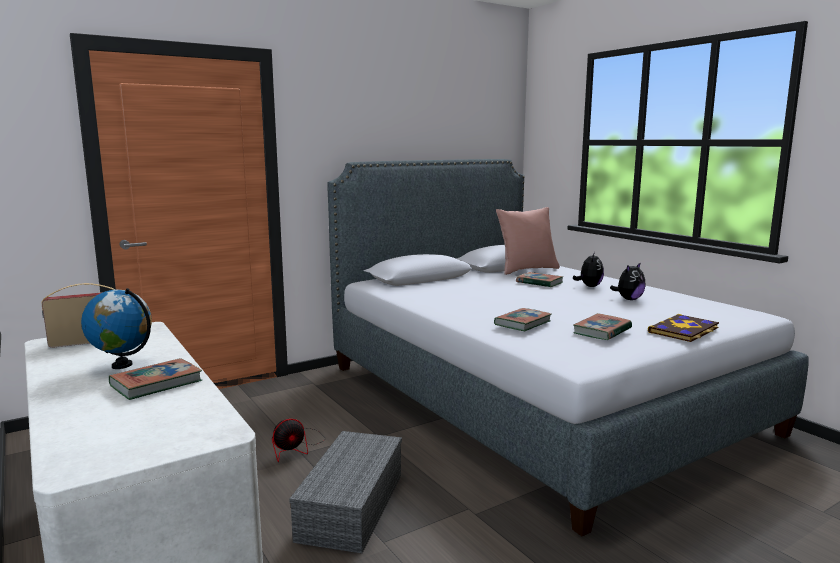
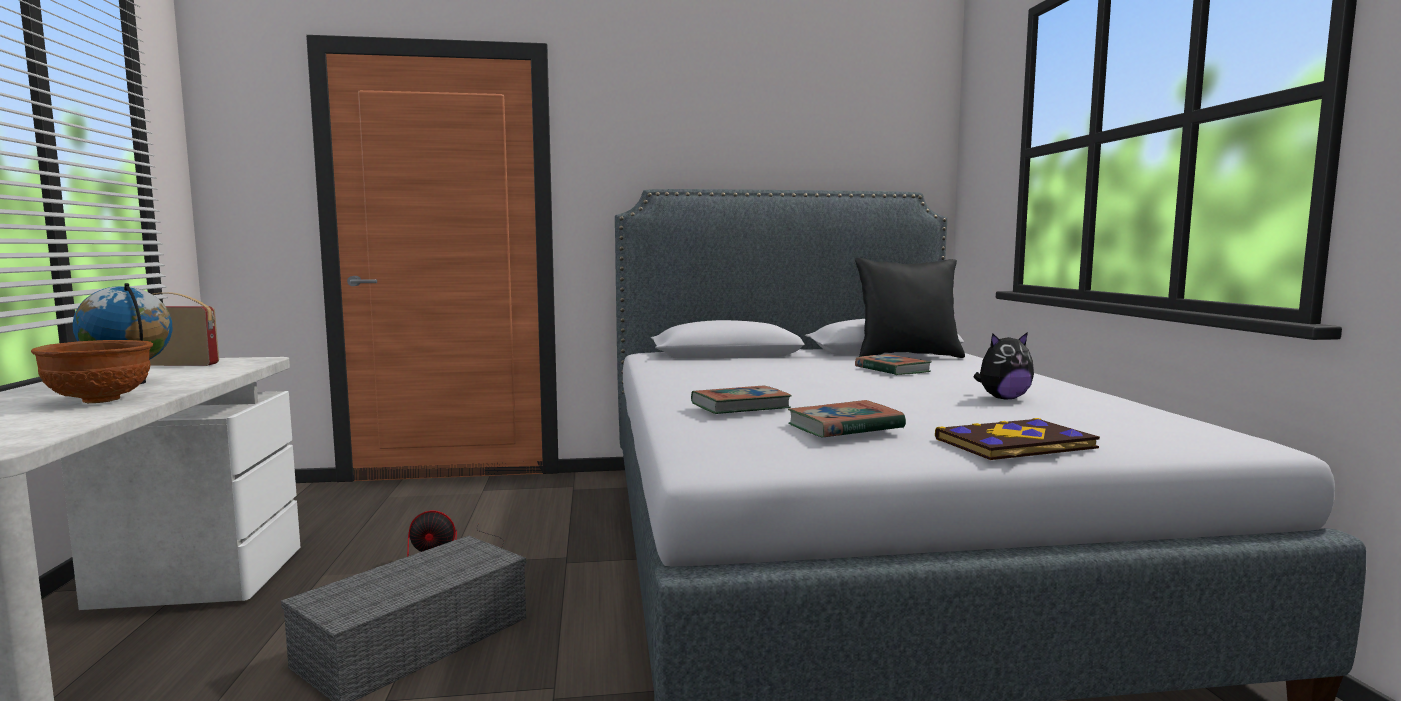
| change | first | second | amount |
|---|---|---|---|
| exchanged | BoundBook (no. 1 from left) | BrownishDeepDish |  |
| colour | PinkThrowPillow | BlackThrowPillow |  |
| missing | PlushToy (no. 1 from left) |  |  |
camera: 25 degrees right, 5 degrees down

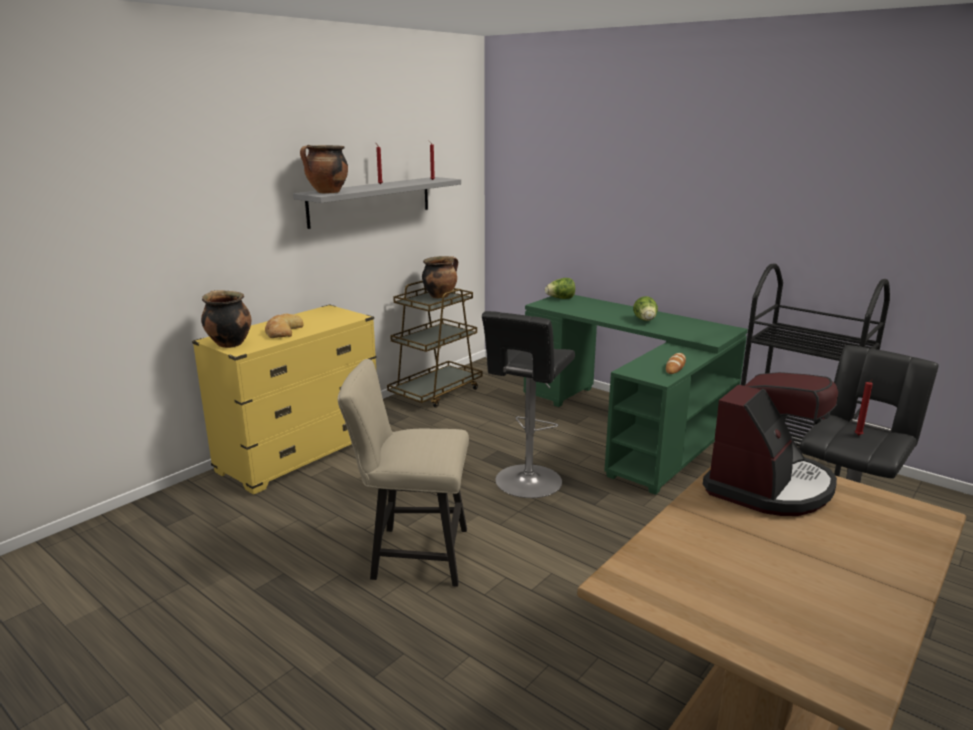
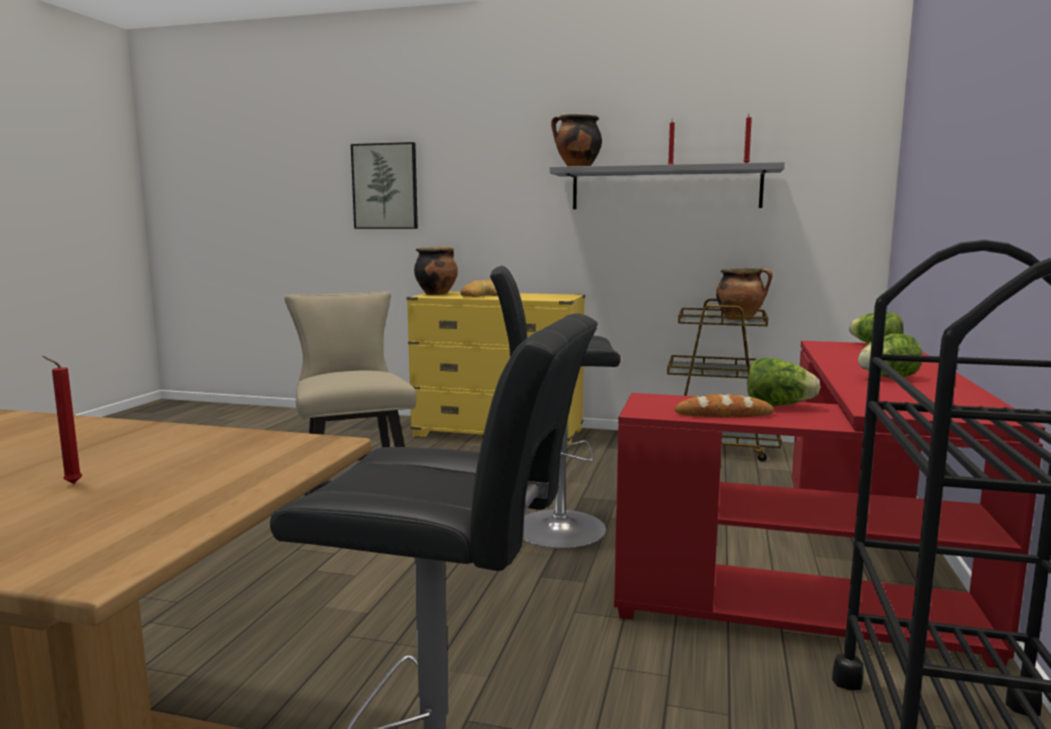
| change | first | second | amount |
|---|---|---|---|
| relocated | RedCandle (no. 3 from left in the first image) | RedCandle (no. 1 from left) |  |
| appeared |  | WallPicture |  |
| colour | GreenColouredDesk | RedDesk |  |
| appeared |  | Lettuce (no. 1 from left) |  |
| missing | CoffeeBrewer |  |  |
camera: 65 degrees right, 10 degrees down

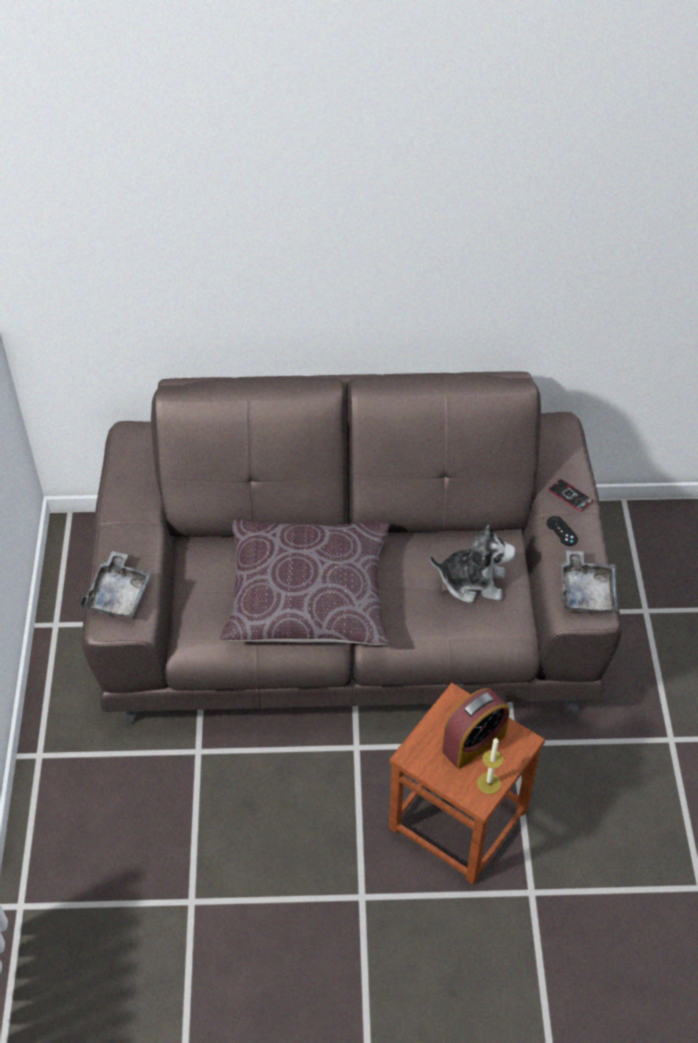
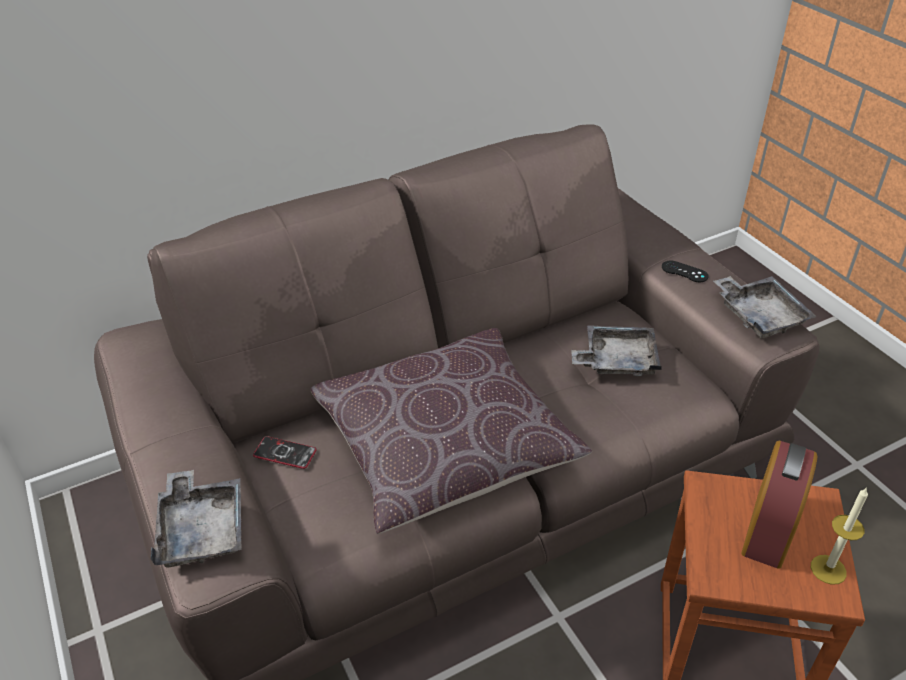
| change | first | second | amount |
|---|---|---|---|
| relocated | Phone |  |  |
| exchanged | PlushToy | GrayServingTray (no. 2 from left) |  |
camera: 25 degrees left, 10 degrees down

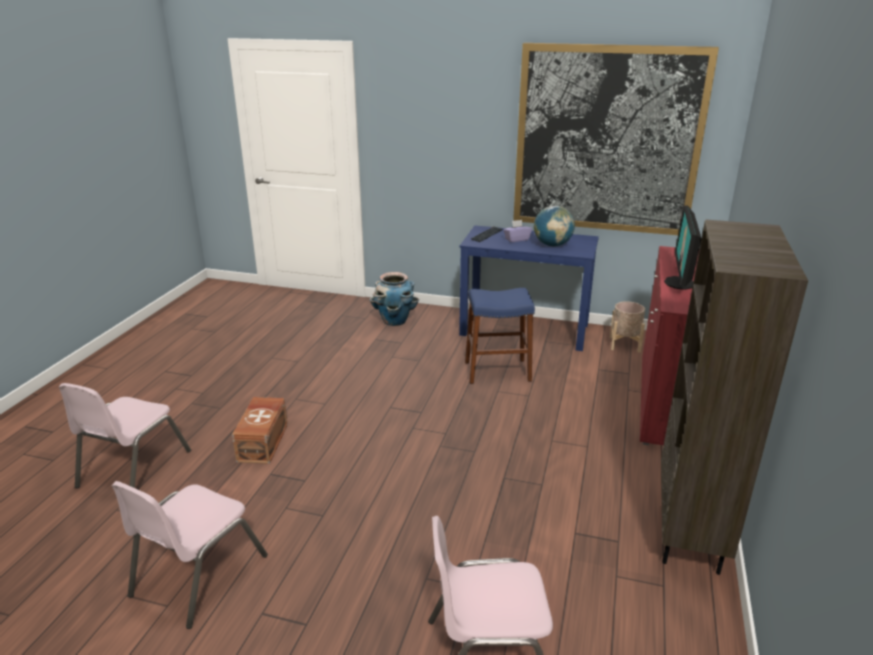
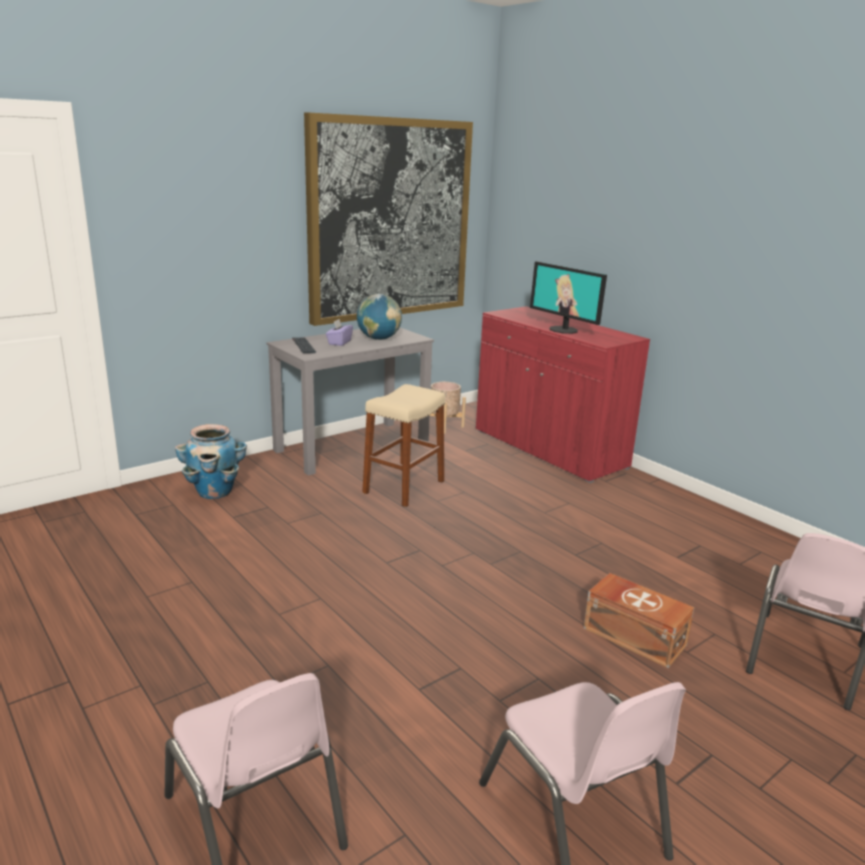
| change | first | second | amount |
|---|---|---|---|
| colour | BlueDesk | GrayDesk |  |
| colour | BlueStoolSeat | BeigeStoolSeat |  |
| relocated | BrownishStorageBox |  |  |
| missing | BrownishBookshelf |  |  |
camera: 55 degrees left, 5 degrees down

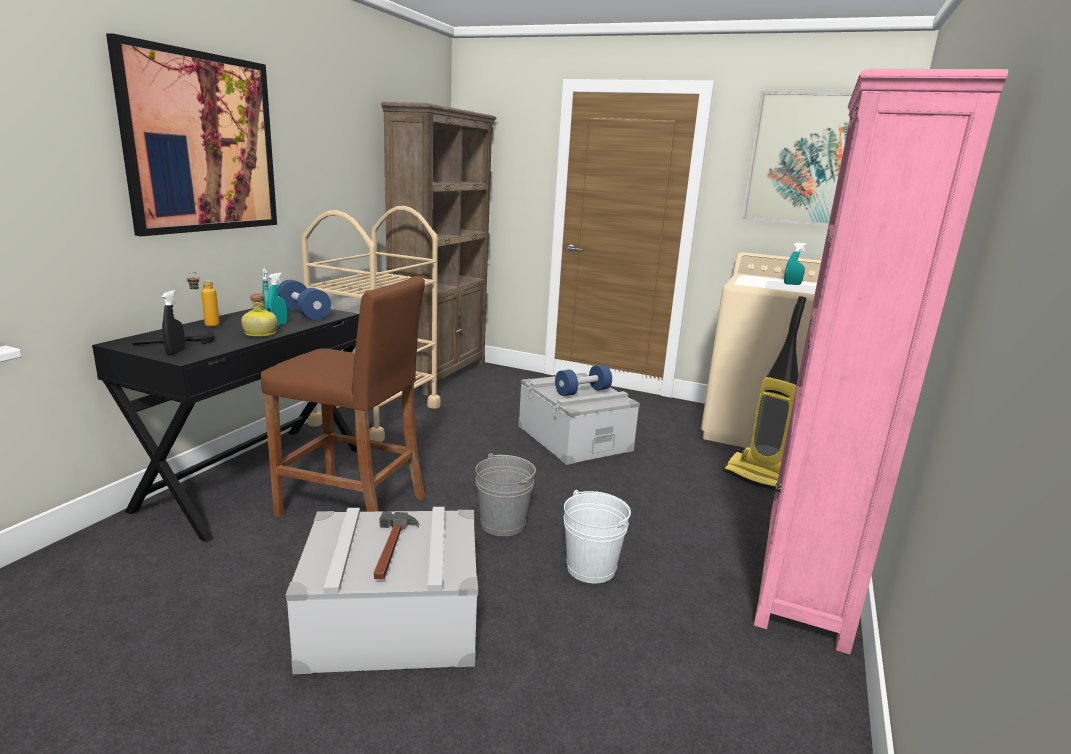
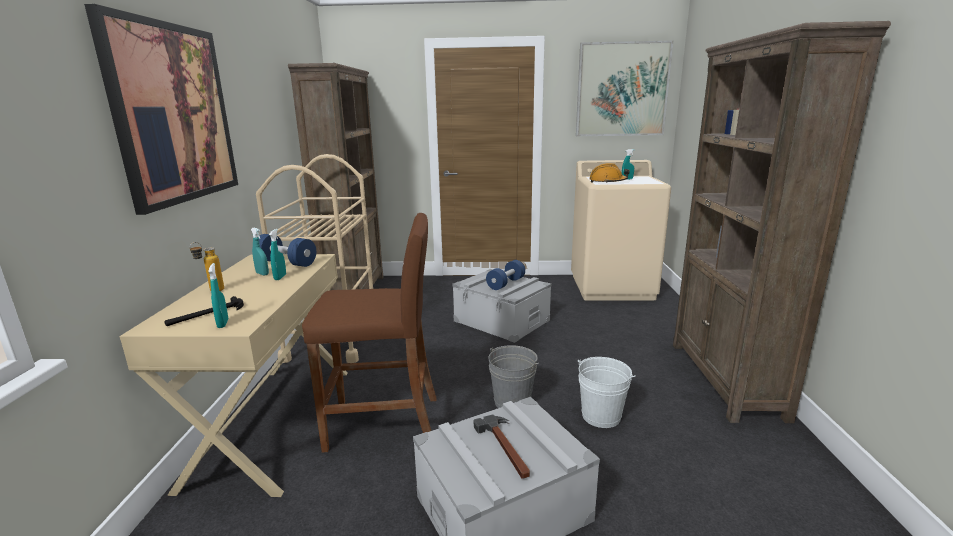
| change | first | second | amount |
|---|---|---|---|
| colour | BlackDesk | BeigeDesk |  |
| colour | BlackHandSprayer | BlueGreenHandSprayer (no. 1 from left) |  |
| appeared |  | OrangeColouredSafetyHelmet |  |
| colour | PinkBookshelf | BrownishBookshelf (no. 2 from left) |  |
| missing | DrinkBottle (no. 2 from left) |  |  |
| missing | Vacuum |  |  |
camera: 20 degrees left, 0 degrees up

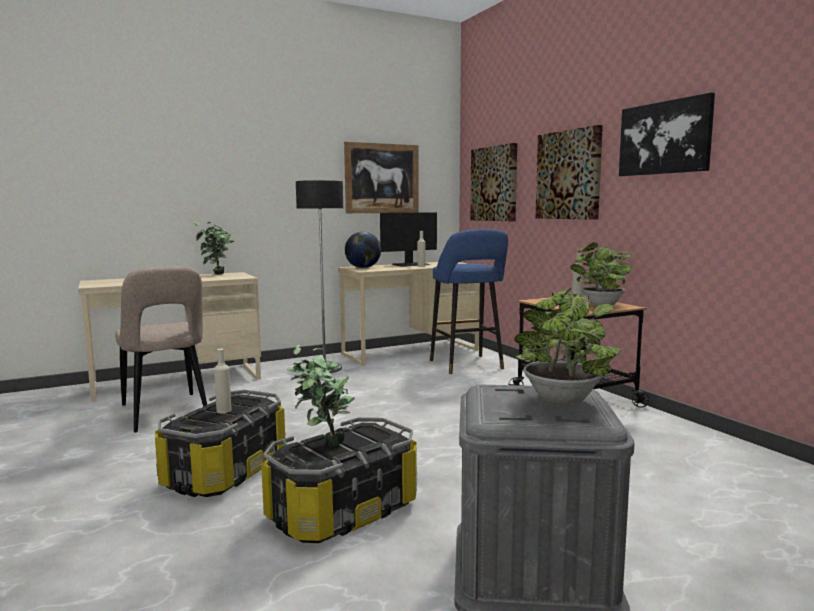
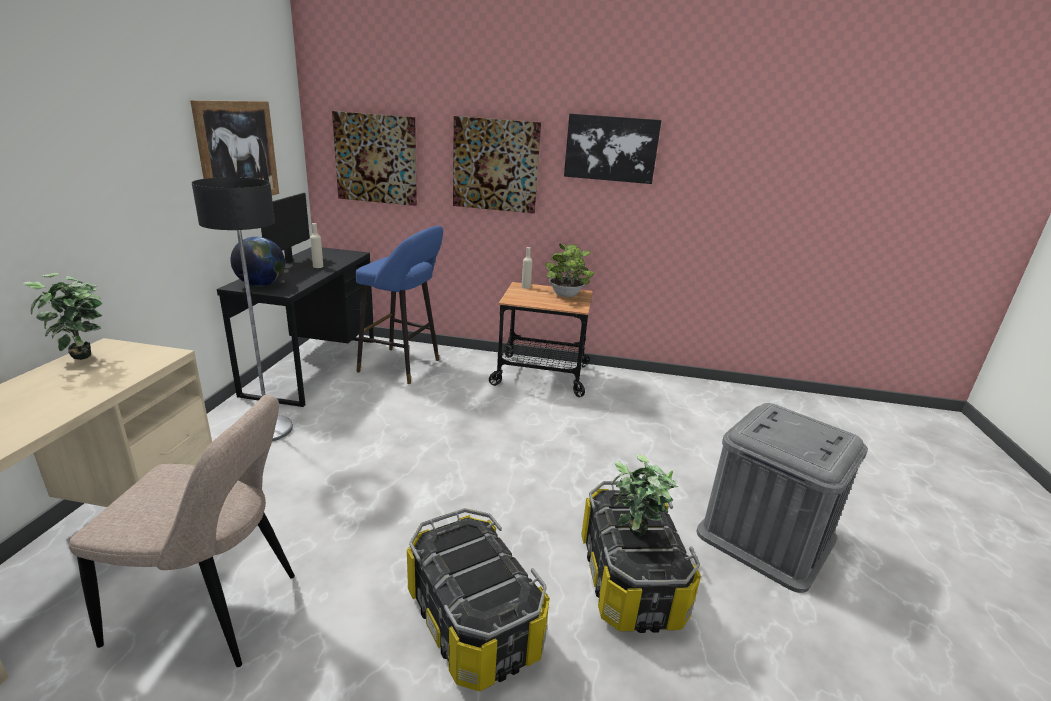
| change | first | second | amount |
|---|---|---|---|
| colour | BeigeDesk (no. 2 from left) | BlackDesk |  |
| missing | BeigeDrinkBottle (no. 1 from left) |  |  |
| missing | Houseplant (no. 3 from left) |  |  |
camera: 55 degrees left, 15 degrees up

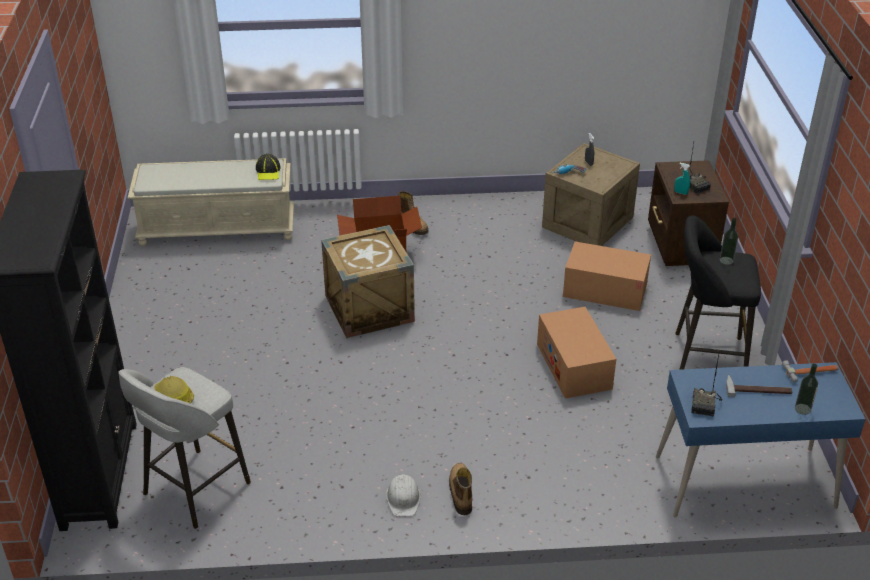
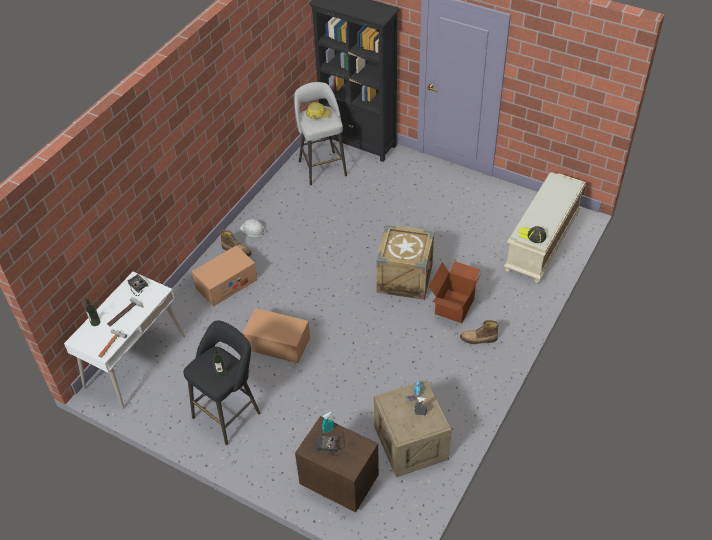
| change | first | second | amount |
|---|---|---|---|
| colour | BlueDesk | WhiteDesk |  |
| relocated | Carton (no. 3 from left in the first image) | Carton (no. 1 from left) |  |
camera: 125 degrees right, 10 degrees up

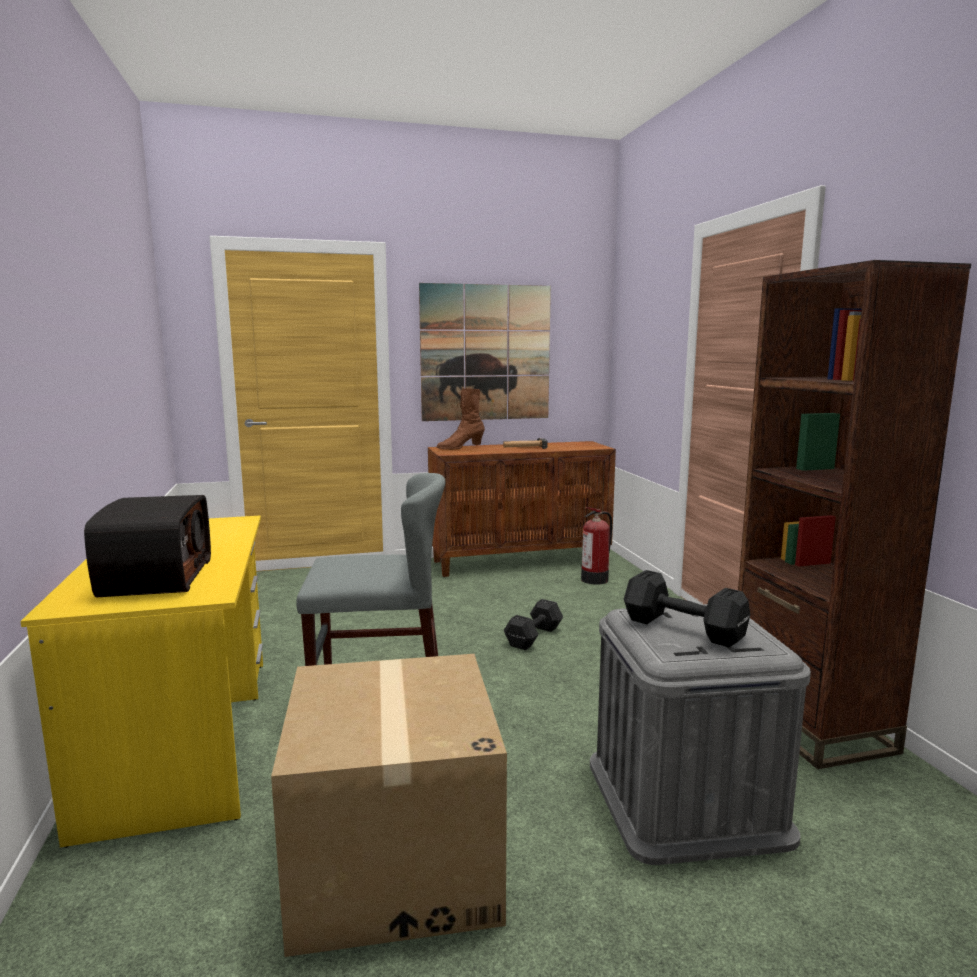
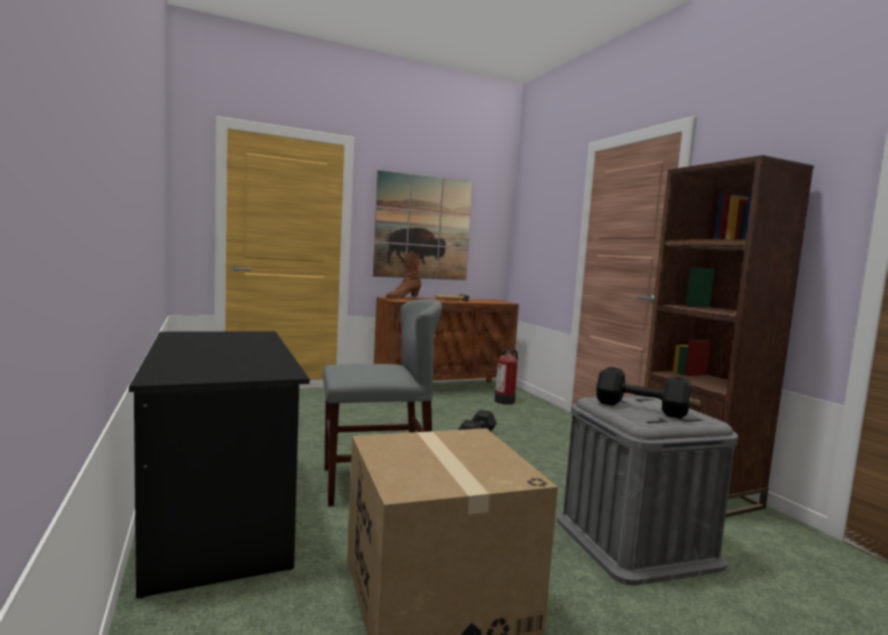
| change | first | second | amount |
|---|---|---|---|
| colour | YellowDesk | BlackDesk |  |
| missing | Radio |  |  |
camera: 10 degrees left, 5 degrees down

